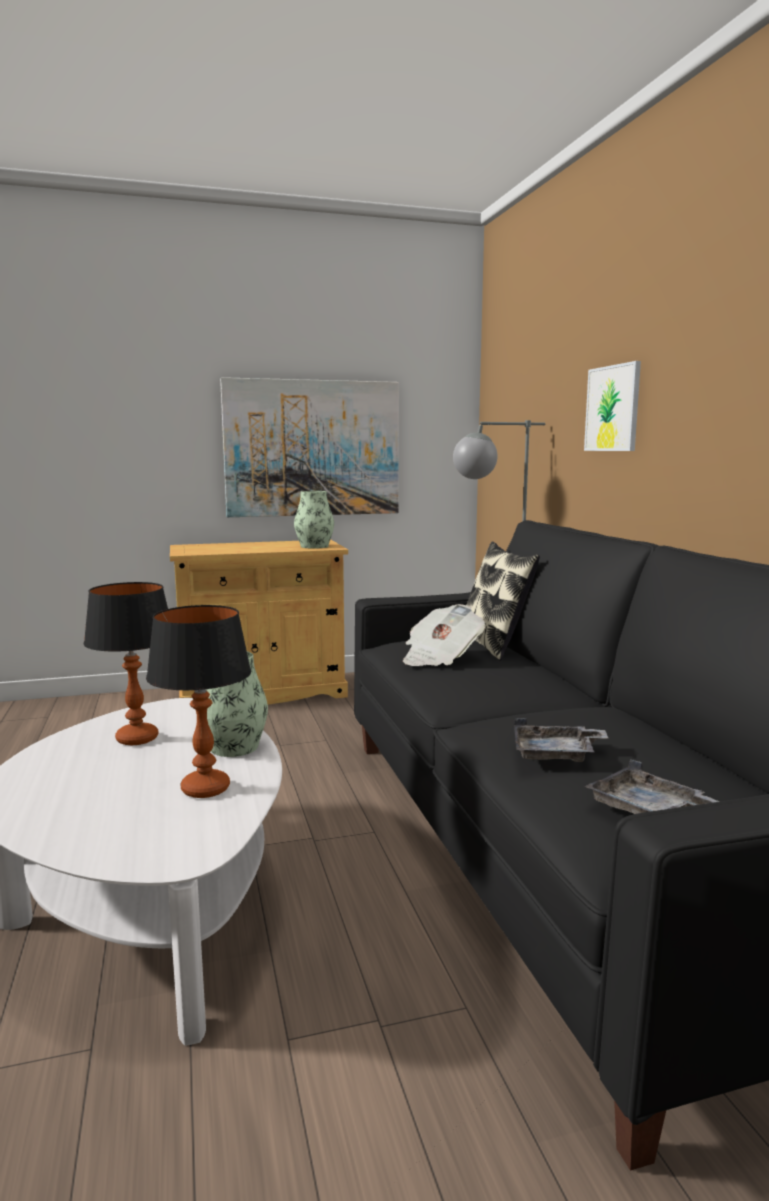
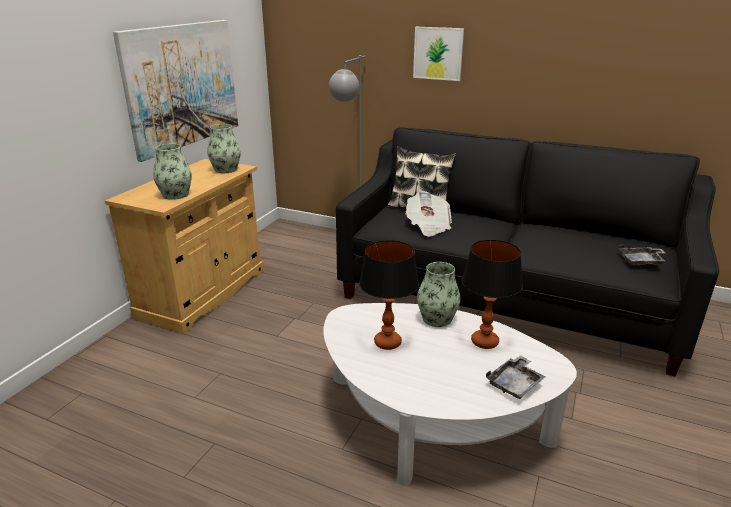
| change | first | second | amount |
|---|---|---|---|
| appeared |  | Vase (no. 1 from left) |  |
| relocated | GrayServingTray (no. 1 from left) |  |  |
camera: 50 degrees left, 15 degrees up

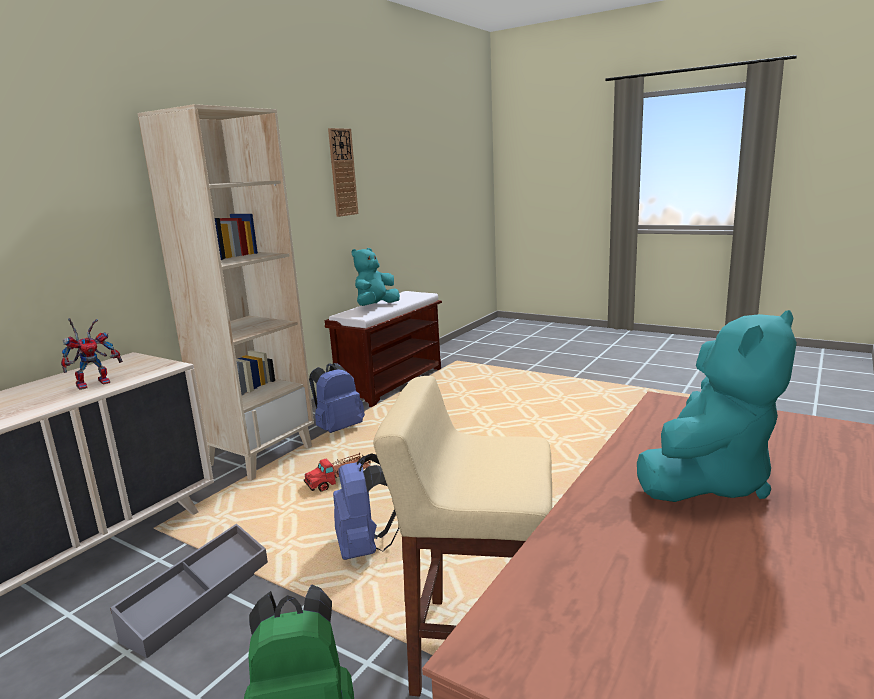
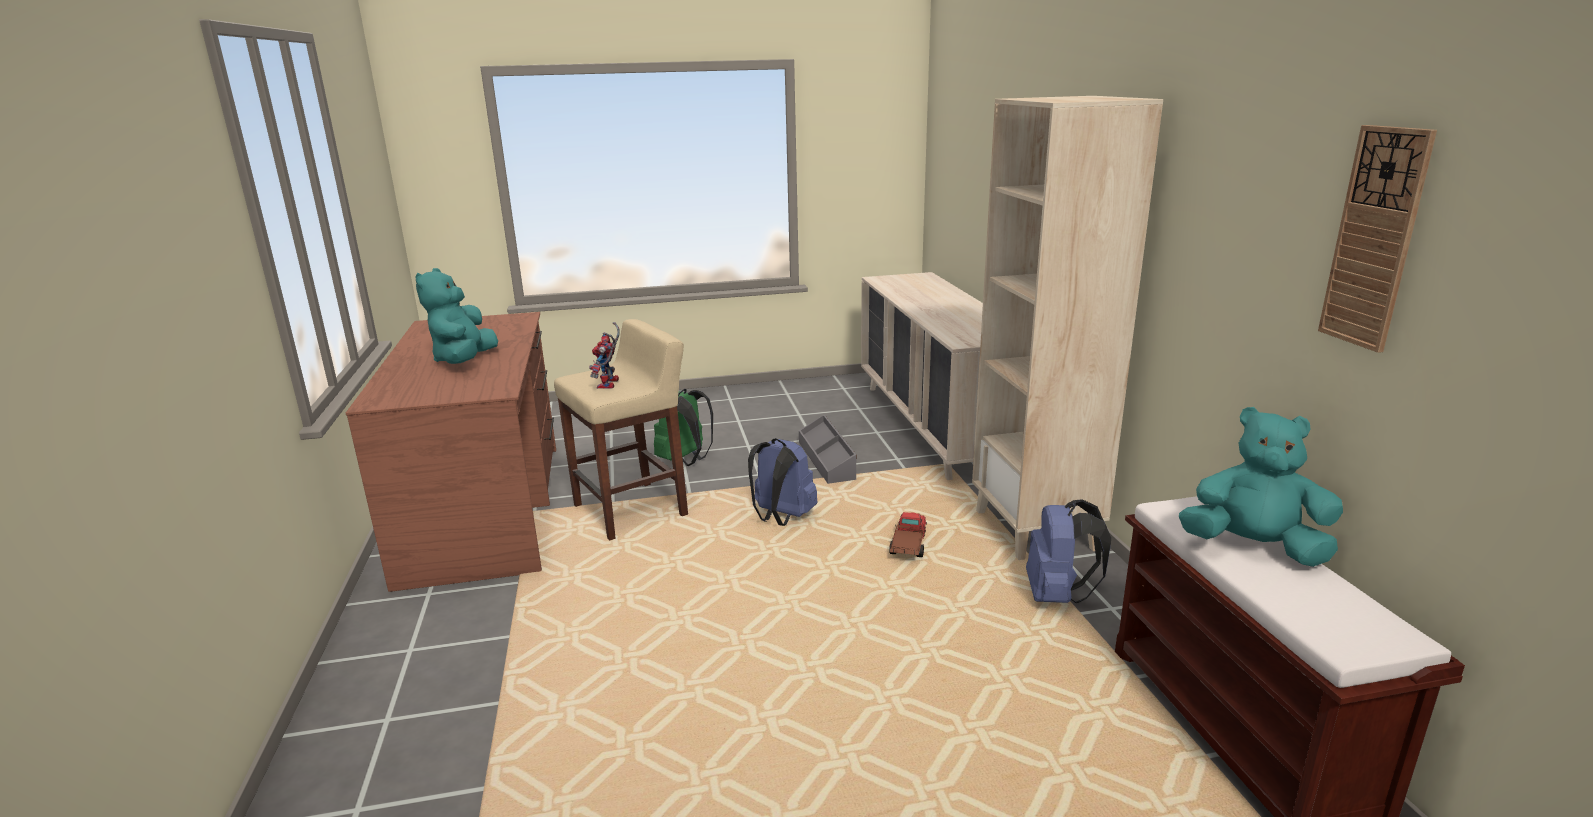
| change | first | second | amount |
|---|---|---|---|
| relocated | ModelRobot |  |  |
| spun | BlueGreenPlushToy (no. 1 from left in the first image) | BlueGreenPlushToy (no. 2 from left) | 60 degrees counterclockwise |
camera: 135 degrees right, 5 degrees up

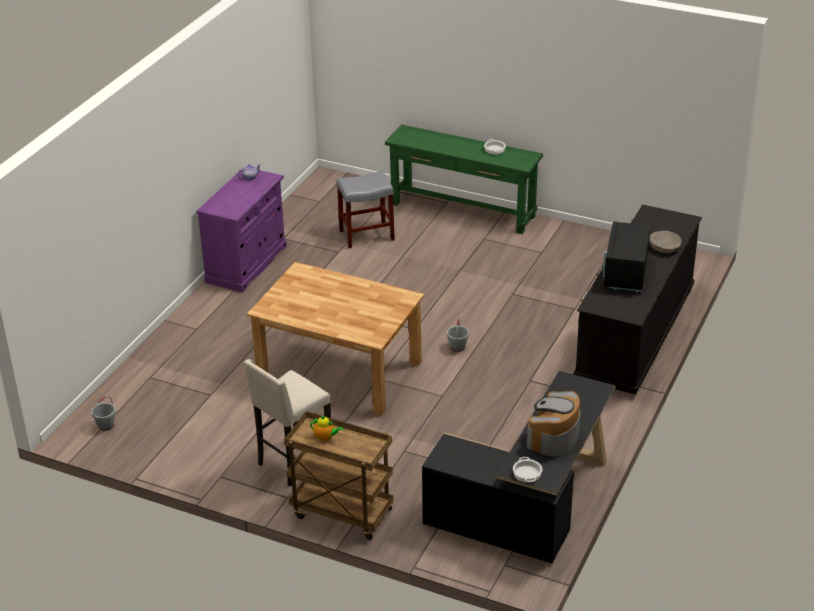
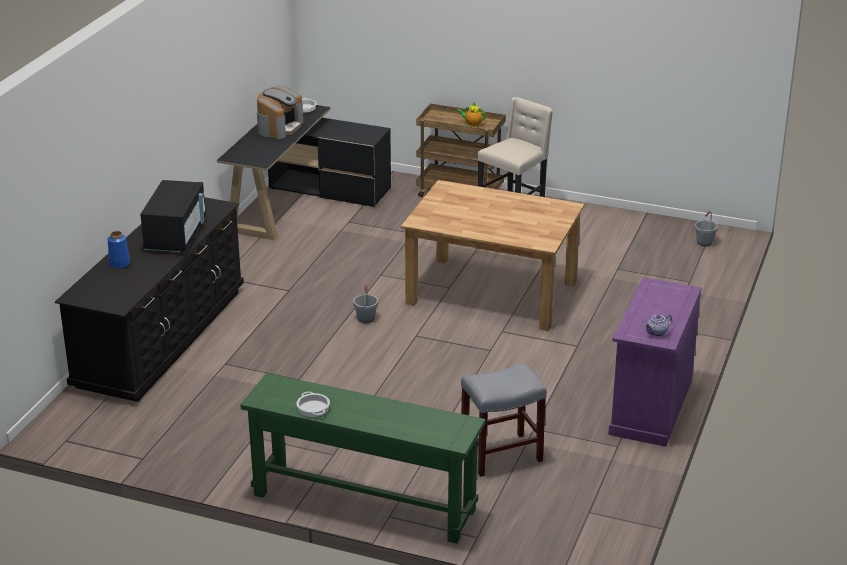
| change | first | second | amount |
|---|---|---|---|
| exchanged | BeigeDeepDish | BlueVase |  |
camera: 175 degrees right, 5 degrees down

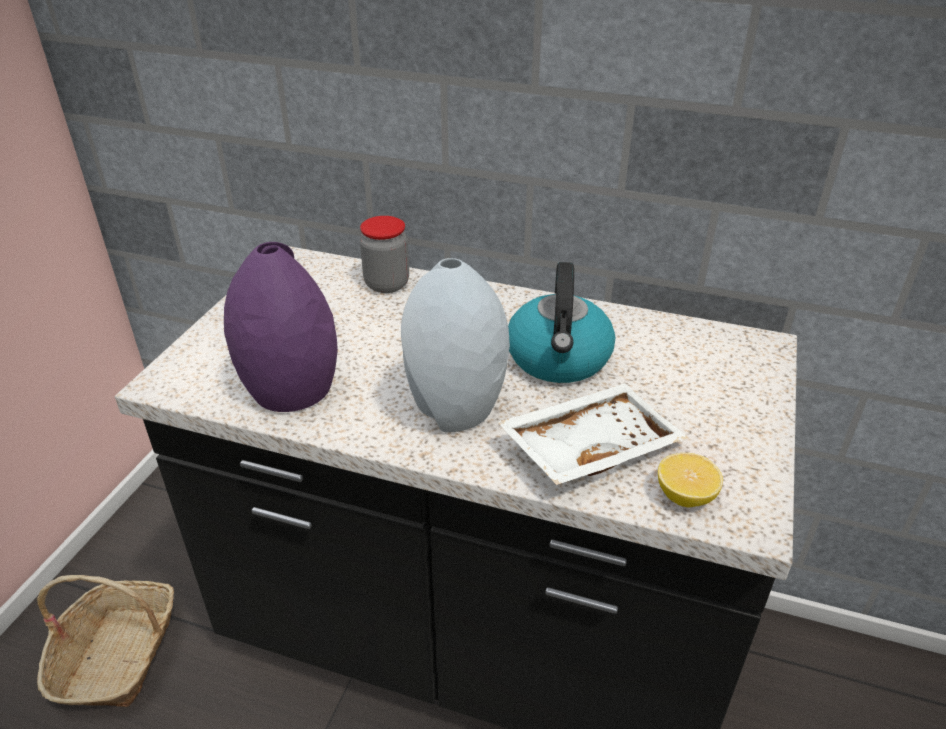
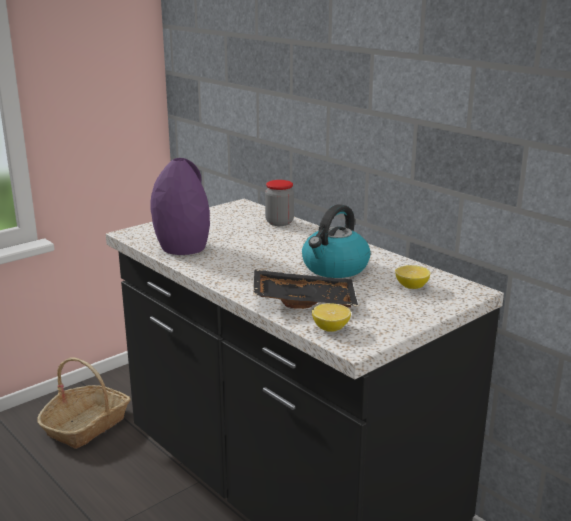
| change | first | second | amount |
|---|---|---|---|
| colour | WhiteServingTray | BlackServingTray |  |
| appeared |  | CitrusFruit (no. 2 from left) |  |
| missing | GrayVase |  |  |
camera: 30 degrees right, 15 degrees down

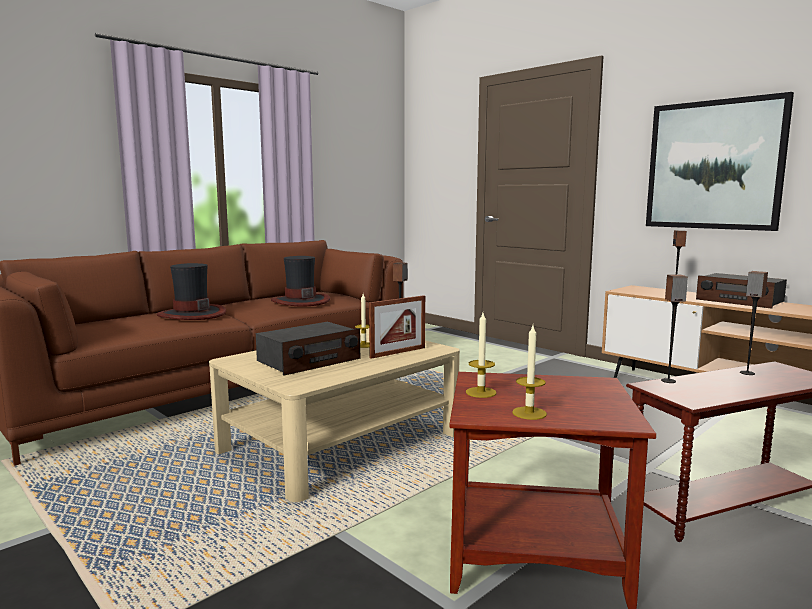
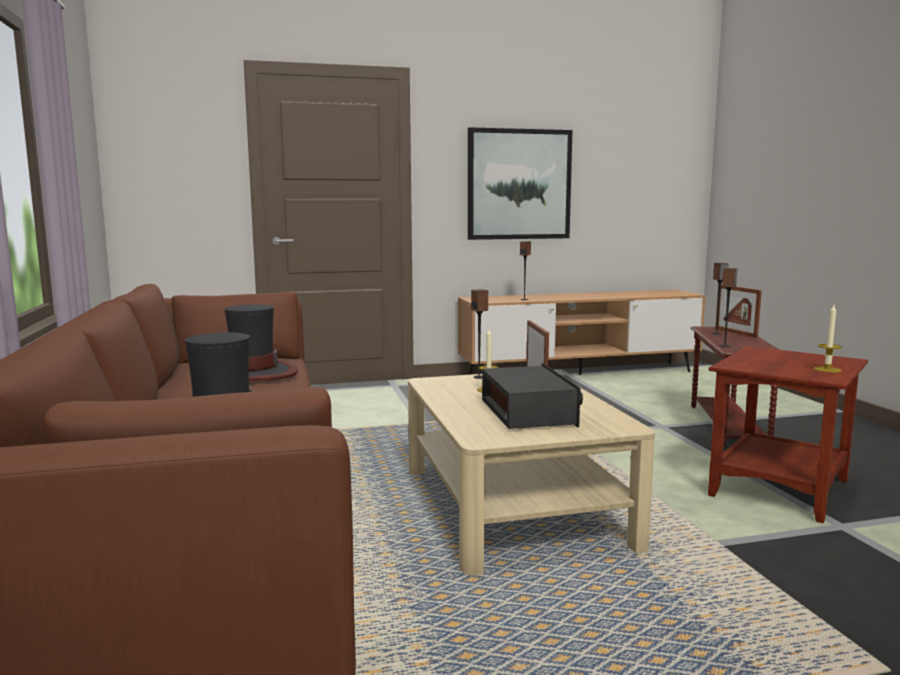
| change | first | second | amount |
|---|---|---|---|
| appeared |  | PictureFrame (no. 2 from left) |  |
| missing | Candle (no. 2 from left) |  |  |
| missing | Radio (no. 2 from left) |  |  |
camera: 60 degrees left, 0 degrees up

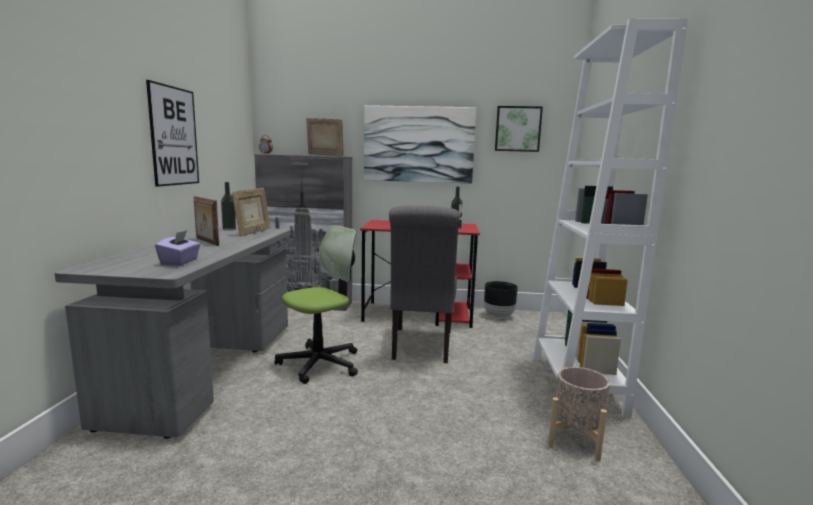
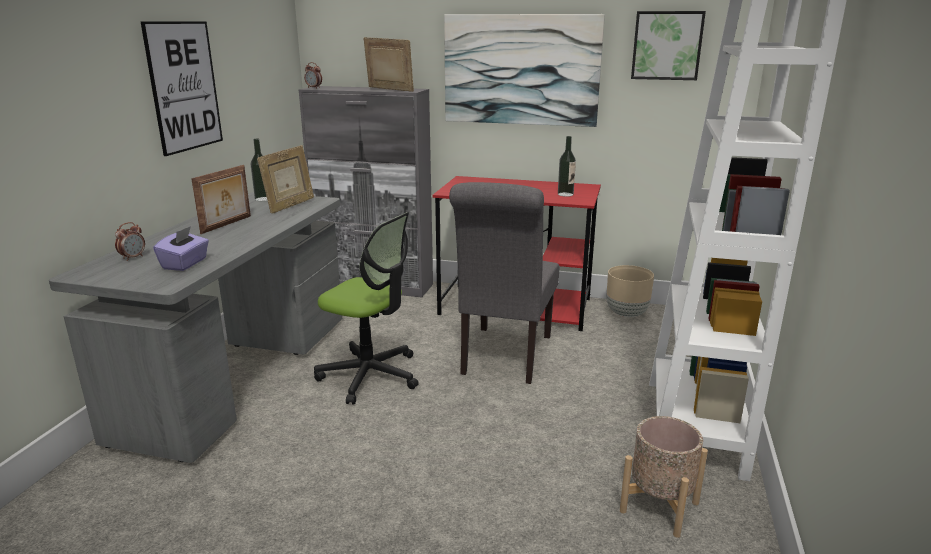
| change | first | second | amount |
|---|---|---|---|
| appeared |  | TableClock (no. 1 from left) |  |
| spun | PictureFrame (no. 1 from left) |  | 120 degrees counterclockwise |
| spun | DeskChair |  | 60 degrees clockwise |
| colour | BlackFlowerPot | BeigeFlowerPot (no. 1 from left) |  |
camera: 10 degrees right, 10 degrees up

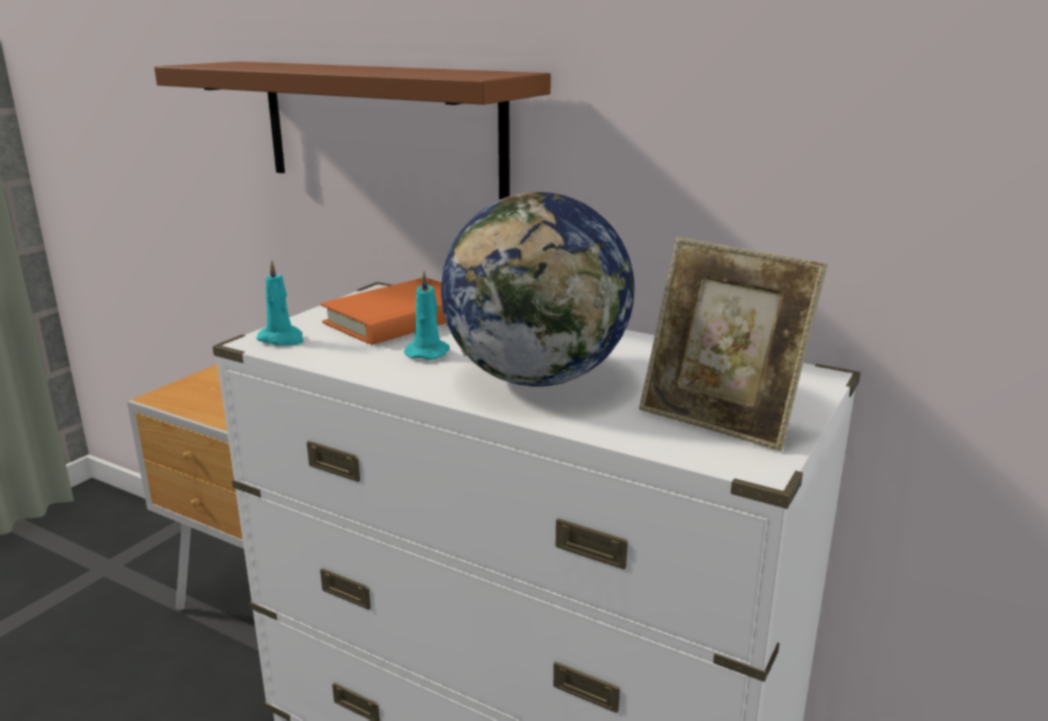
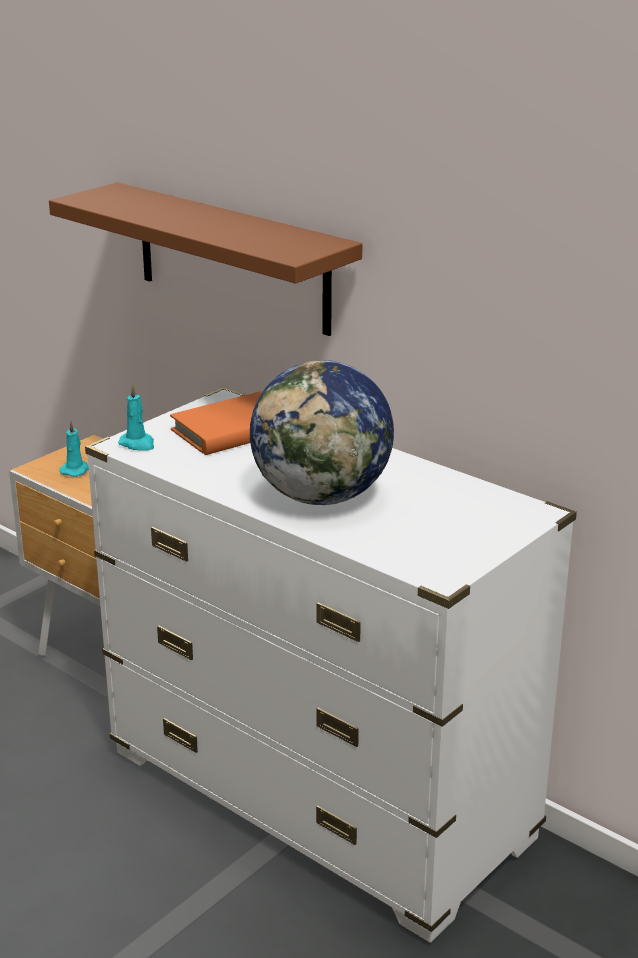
| change | first | second | amount |
|---|---|---|---|
| relocated | BlueGreenCandle (no. 2 from left in the first image) | BlueGreenCandle (no. 1 from left) |  |
| missing | PictureFrame |  |  |
camera: 10 degrees right, 5 degrees up

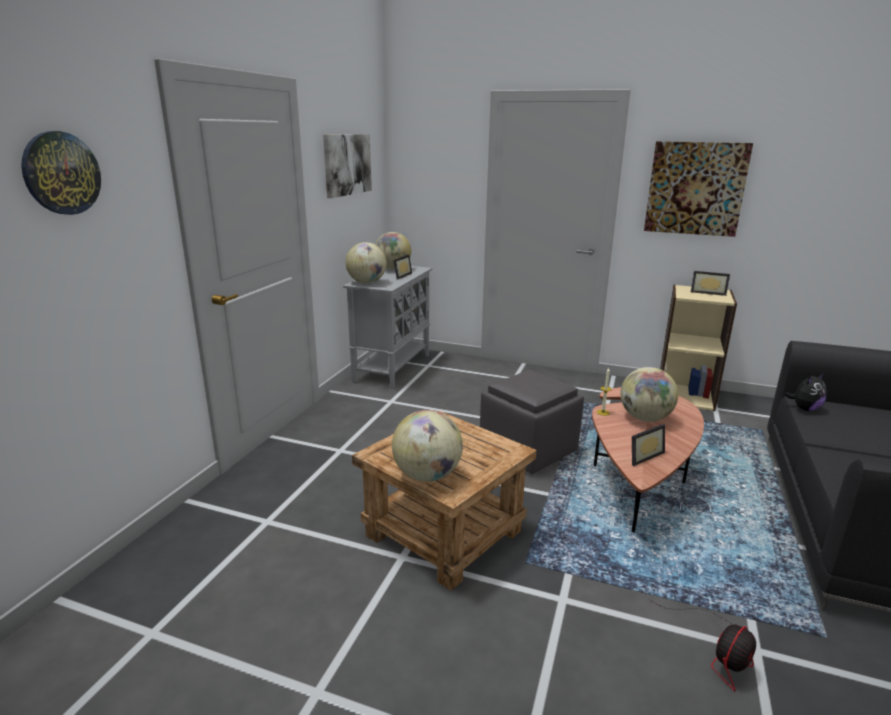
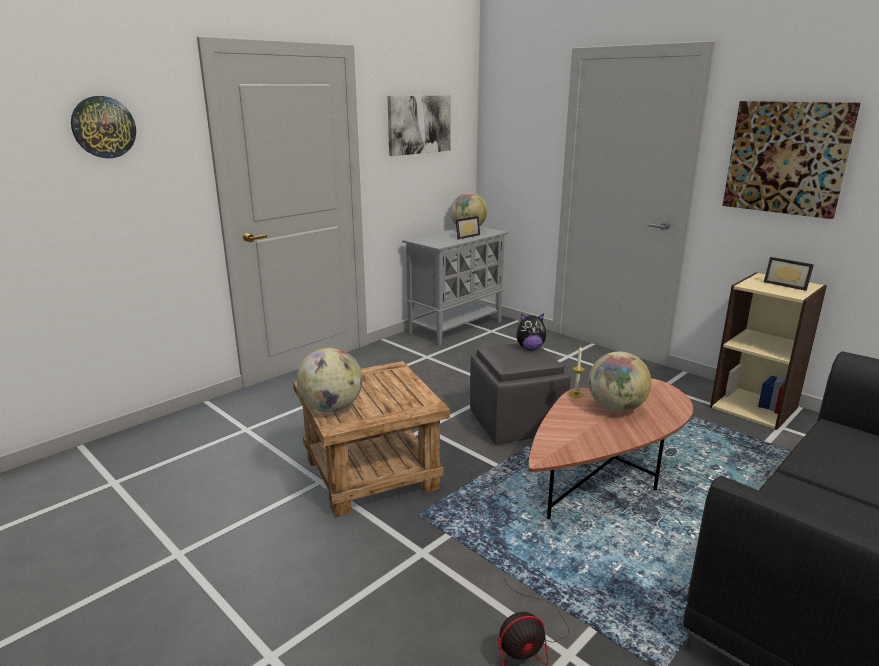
| change | first | second | amount |
|---|---|---|---|
| relocated | PlushToy |  |  |
| missing | Globe (no. 1 from left) |  |  |
| missing | PictureFrame (no. 2 from left) |  |  |
camera: 25 degrees right, 0 degrees up

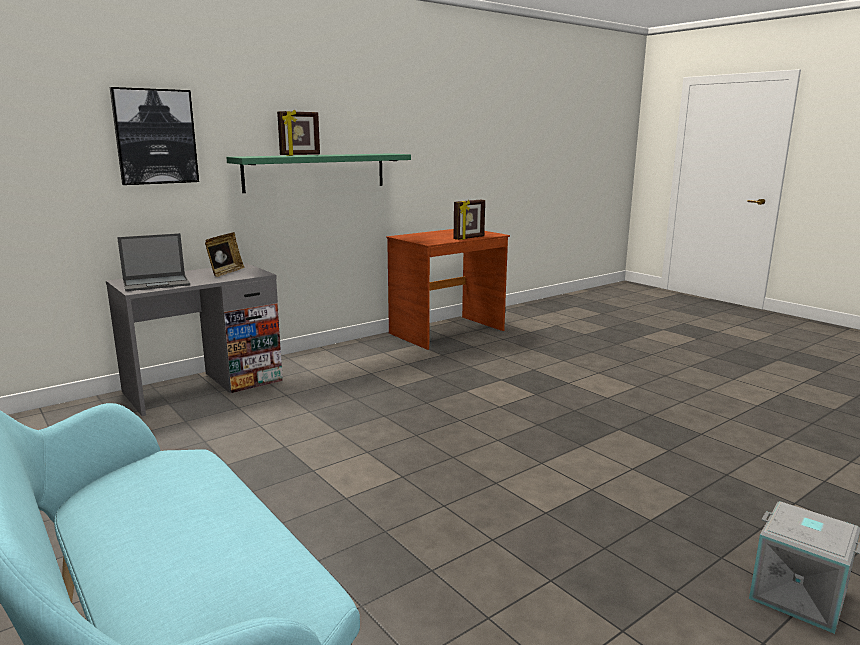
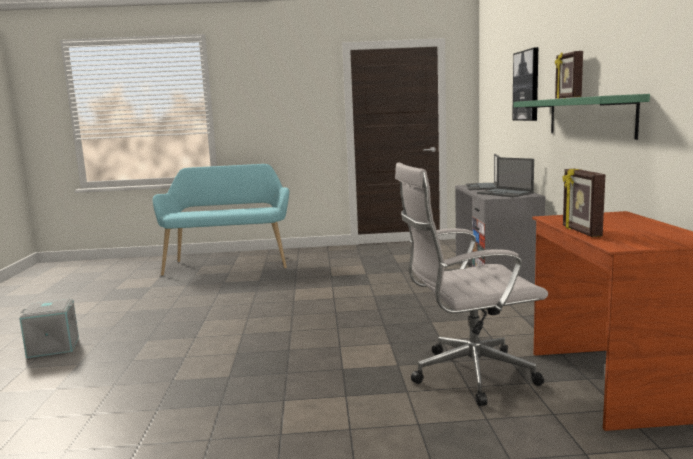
| change | first | second | amount |
|---|---|---|---|
| appeared |  | WhiteDeskChair |  |
| exchanged | PictureFrame (no. 1 from left) | Laptop (no. 2 from left) |  |
camera: 125 degrees right, 5 degrees down

